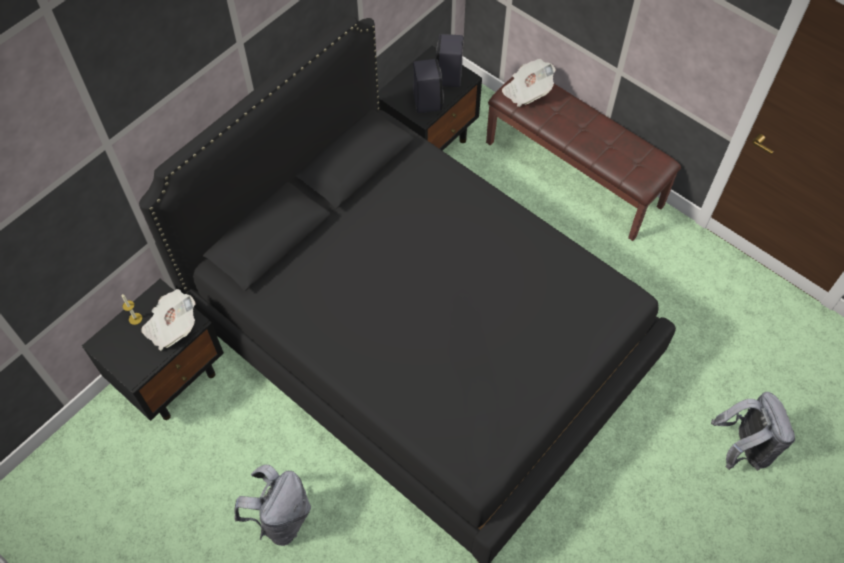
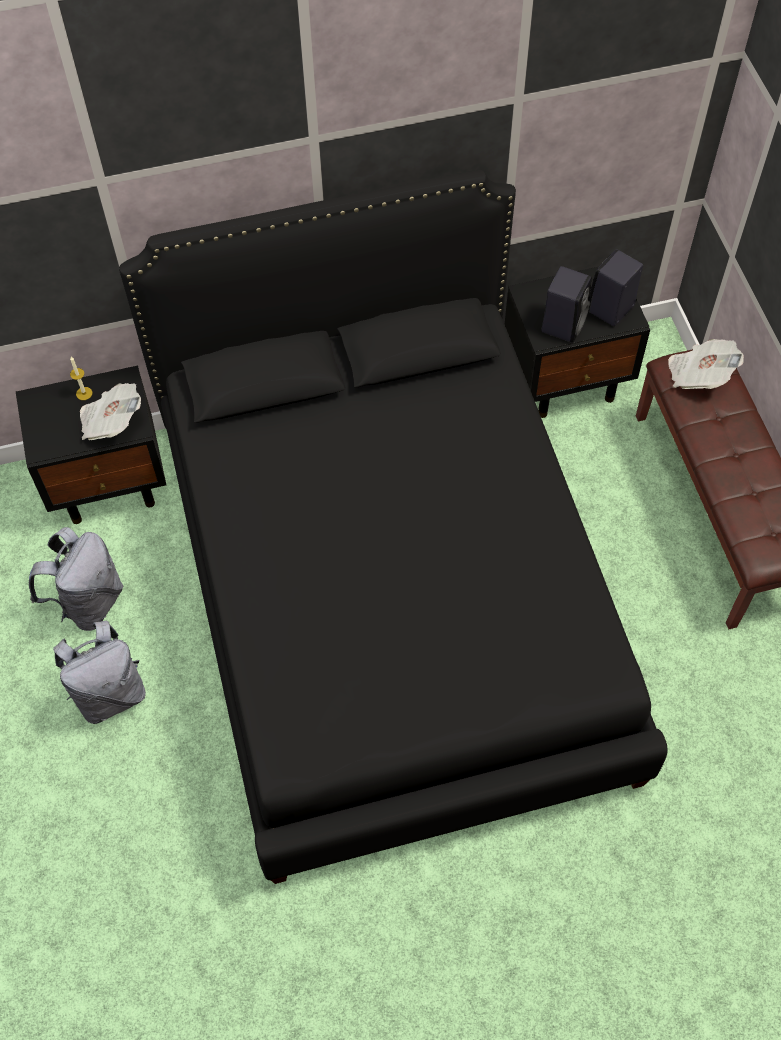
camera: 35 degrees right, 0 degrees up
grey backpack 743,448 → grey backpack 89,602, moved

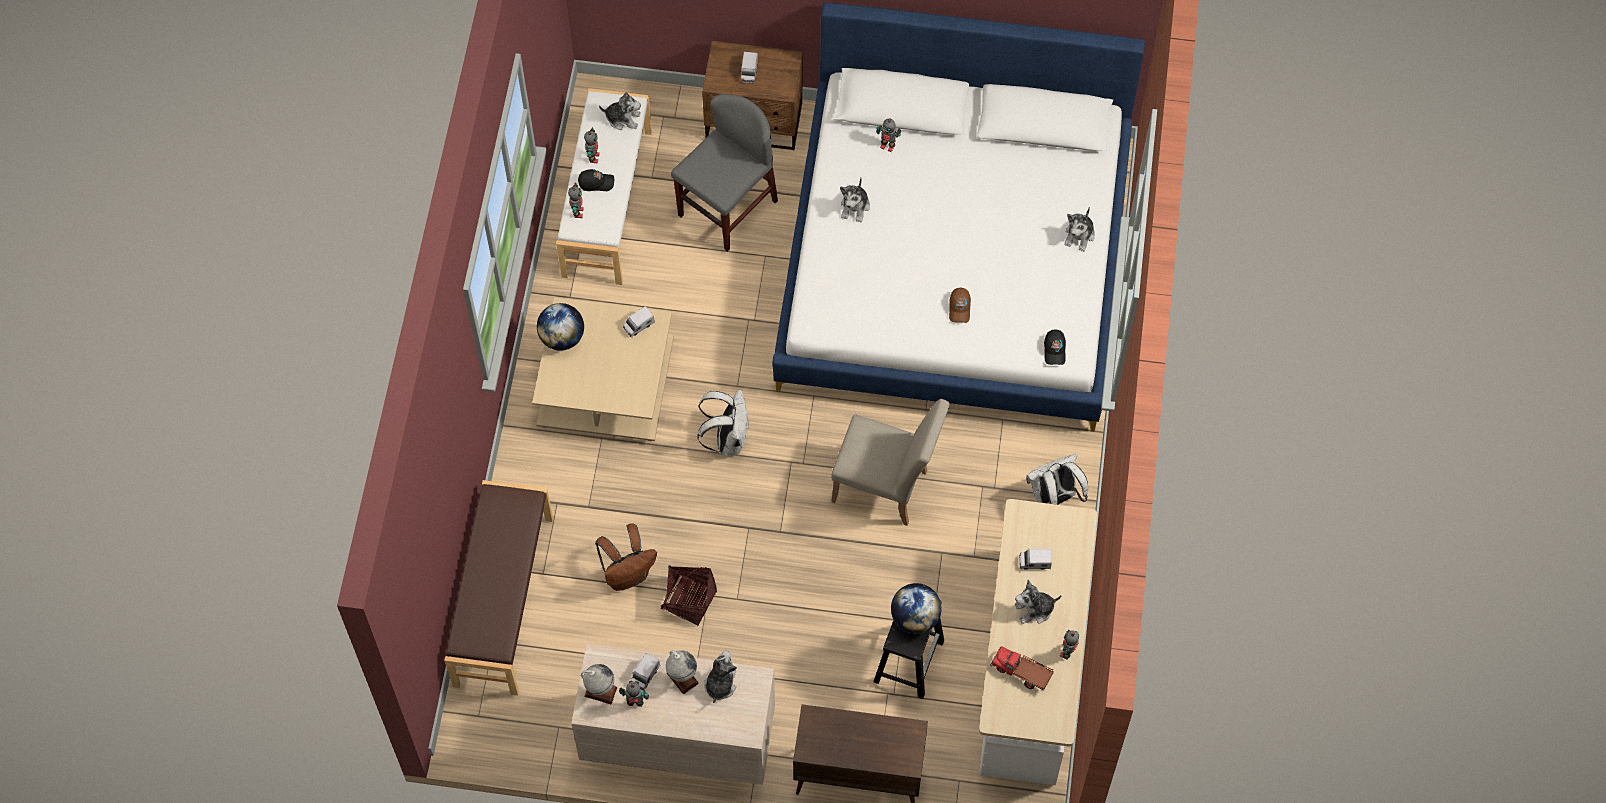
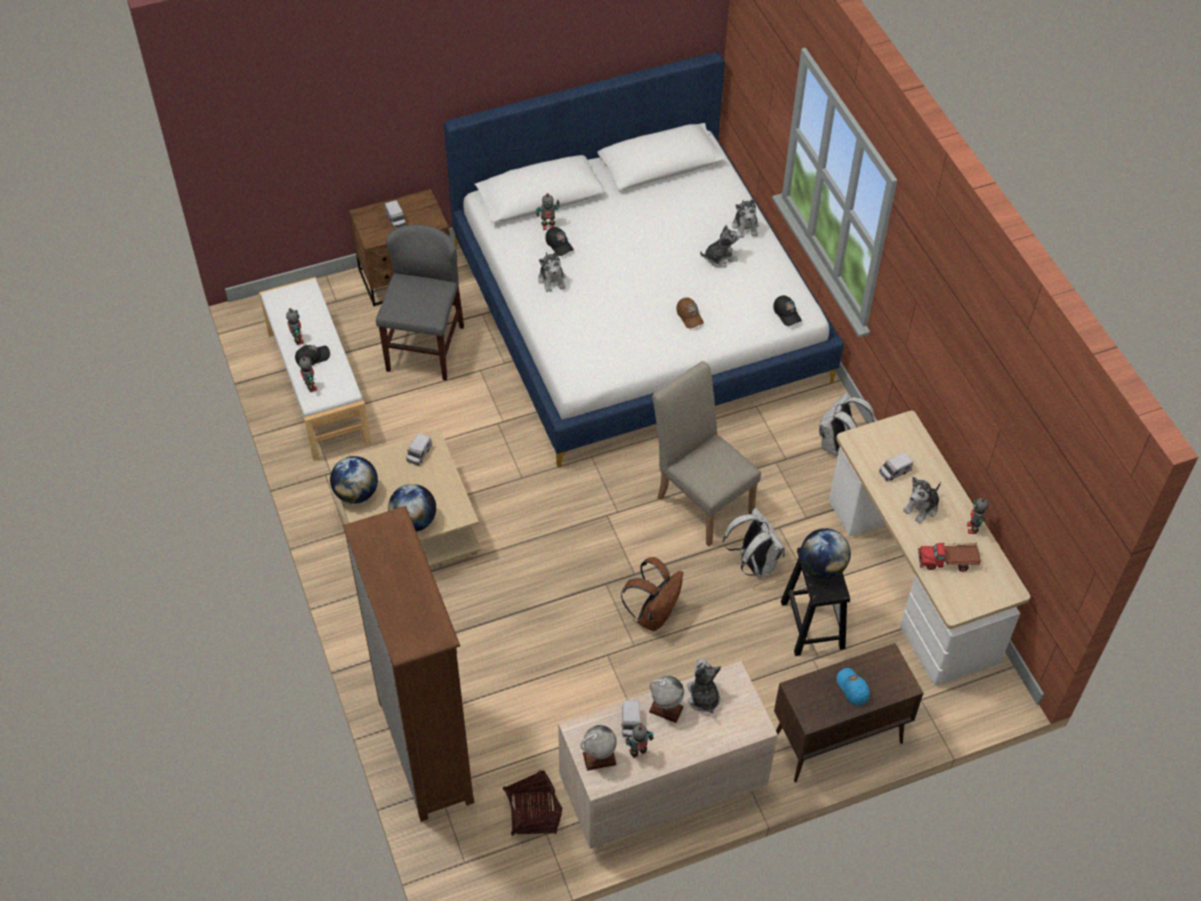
camera: 30 degrees left, 10 degrees down
brown bench 502,601 → brown bookcase 425,749
brown backpack 628,575 → brown backpack 654,614, moved
plush toy 623,118 → plush toy 720,257, moved
basket 688,600 → basket 533,814, moved
white backpack 727,439 → white backpack 753,563, moved
beige chair 887,489 → beige chair 701,500, 120 degrees counterclockwise
- → globe 414,521
- → black cap 559,245
- → blue cap 852,688

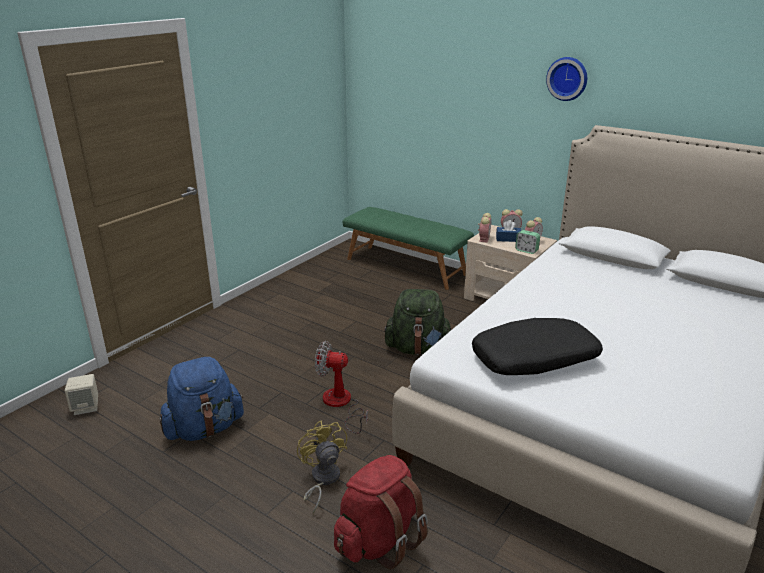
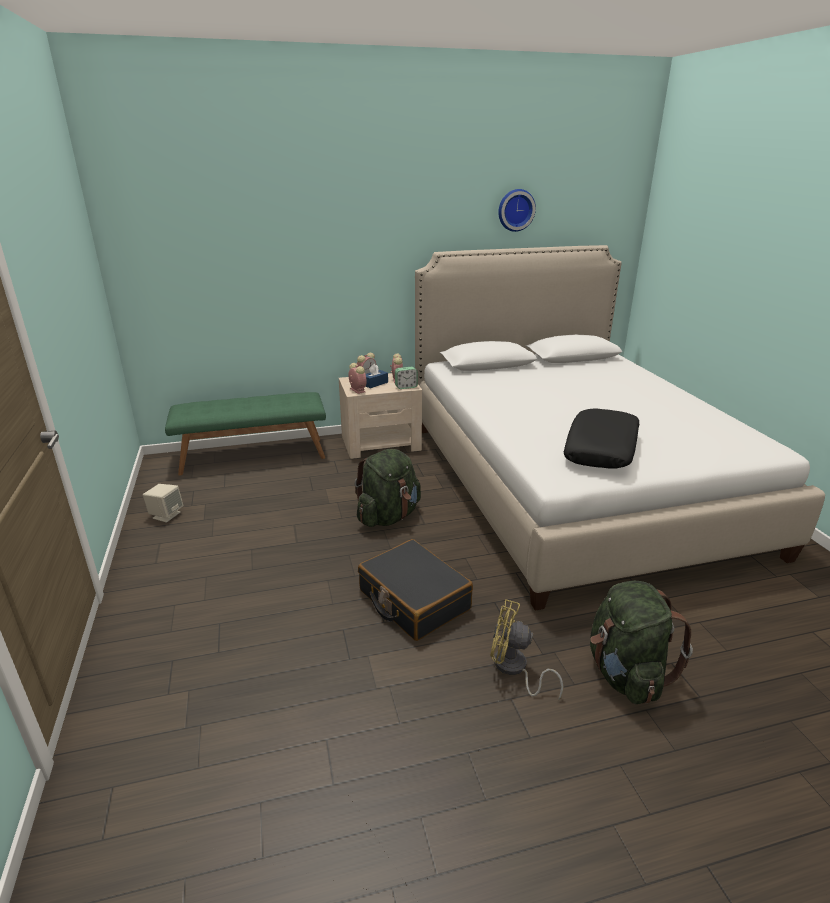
camera: 50 degrees left, 0 degrees up
beige speaker 86,407 → beige speaker 166,515, moved
blue backpack 205,429 → -
fan 341,404 → black suitcase 413,600
red backpack 379,540 → green backpack 625,674
wall clock 568,78 → wall clock 515,210, moved

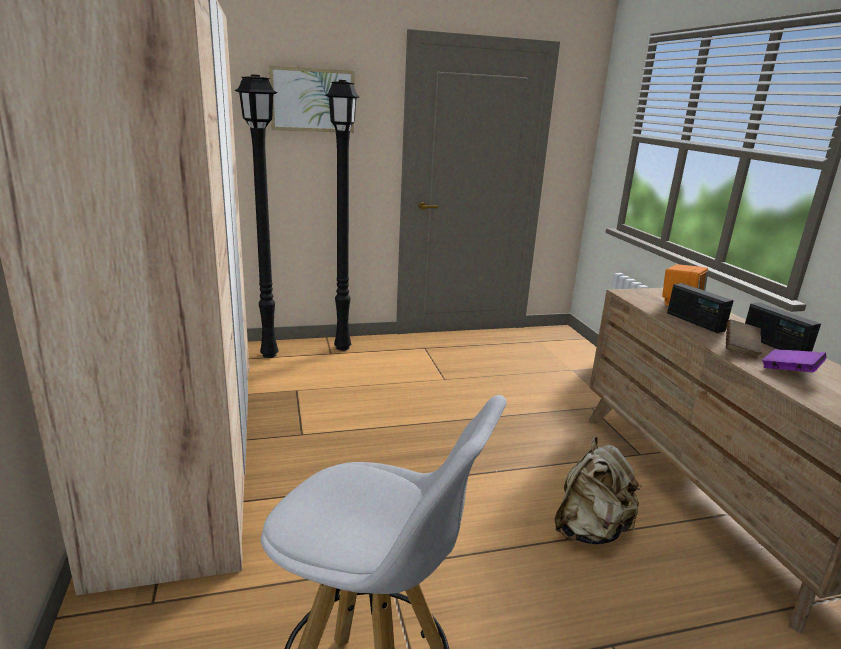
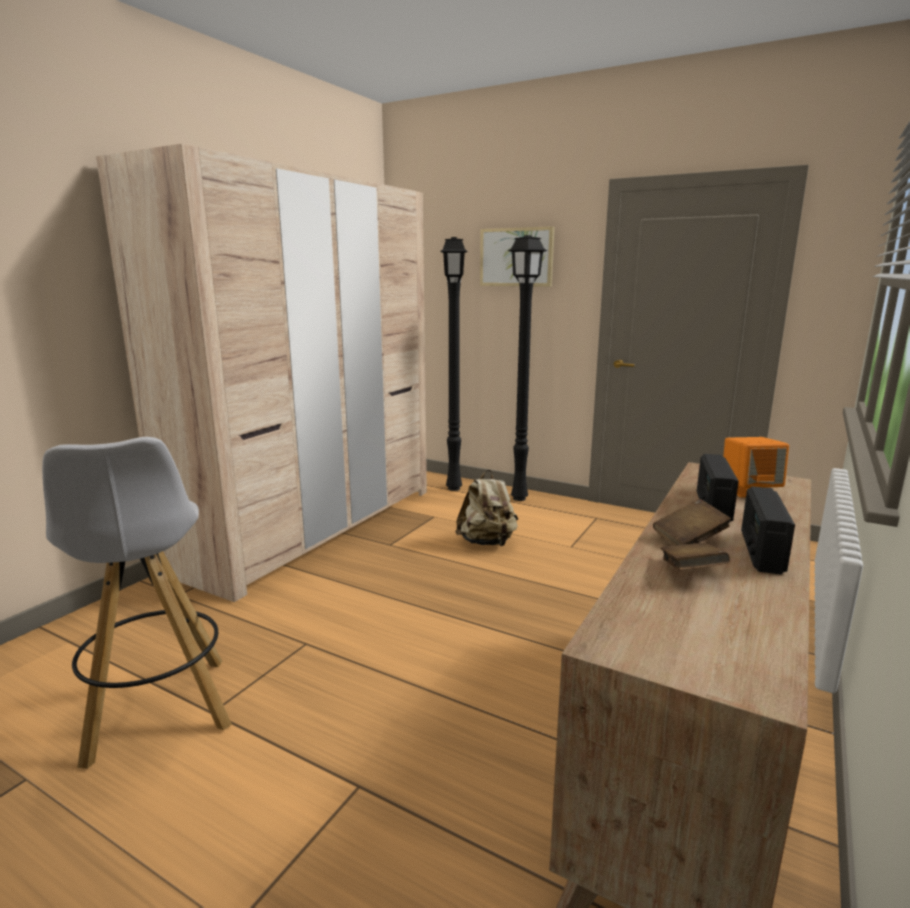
camera: 45 degrees right, 5 degrees down
beige backpack 590,530 → beige backpack 487,542, moved
purple book 790,371 → brown book 690,572

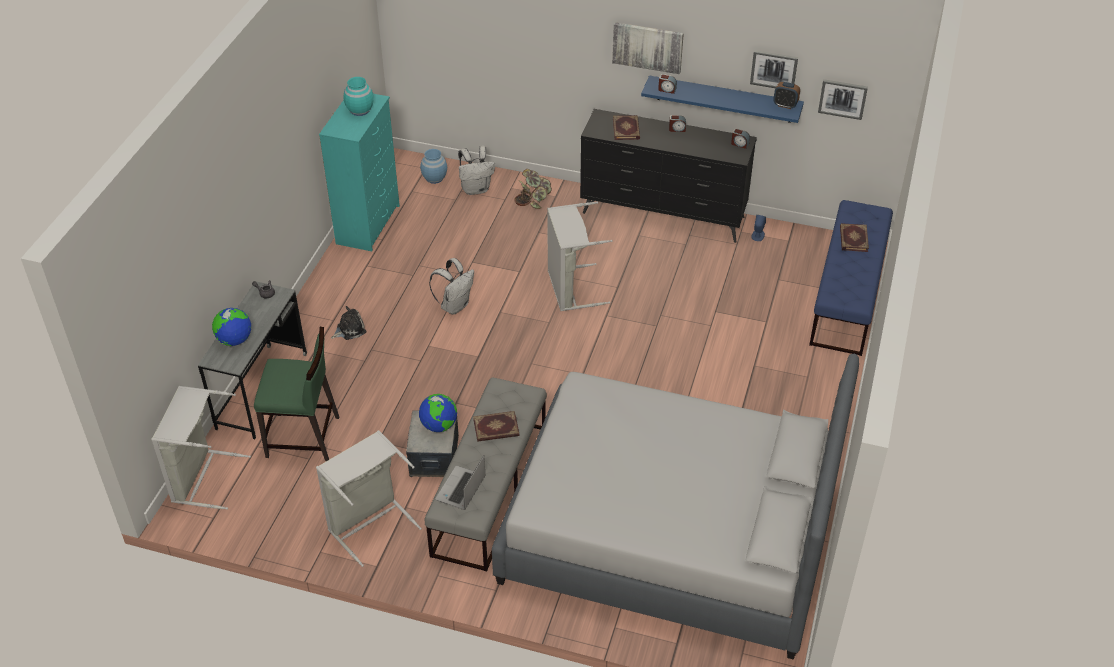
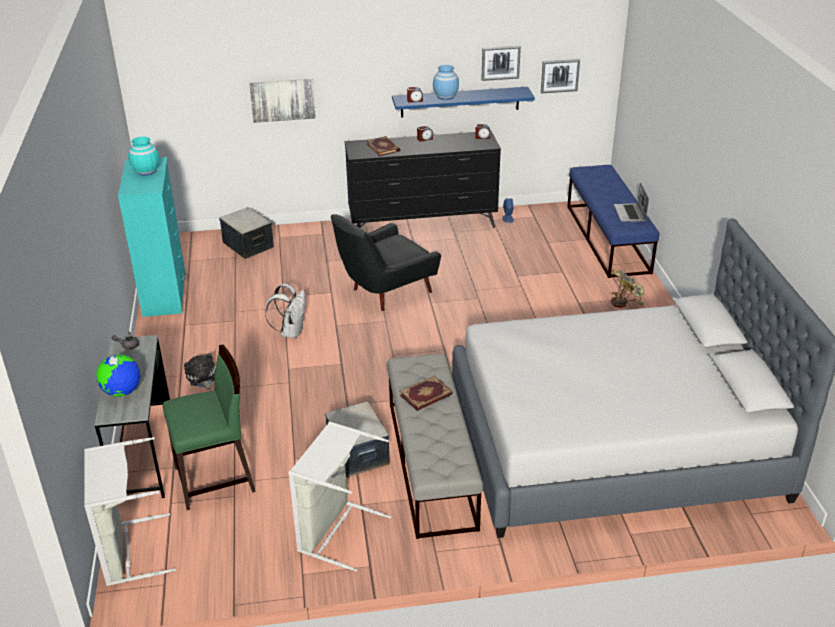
camera: 25 degrees left, 10 degrees down
plush toy 349,329 → plush toy 202,378, 60 degrees counterclockwise
globe 439,425 → -
blue vase 434,178 → blue vase 445,97, moved
laptop 461,489 → laptop 630,214, moved
white backpack 476,189 → storage box 248,245
potted plant 533,199 → potted plant 626,299, moved
grey laundry basket 570,289 → black armchair 385,292
picture 647,47 → picture 282,100, moved
alarm clock 785,105 → -
book 853,239 → -

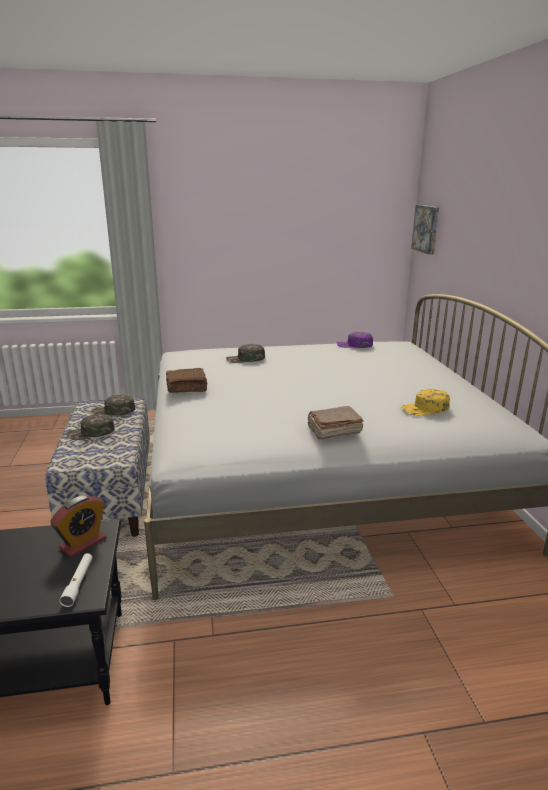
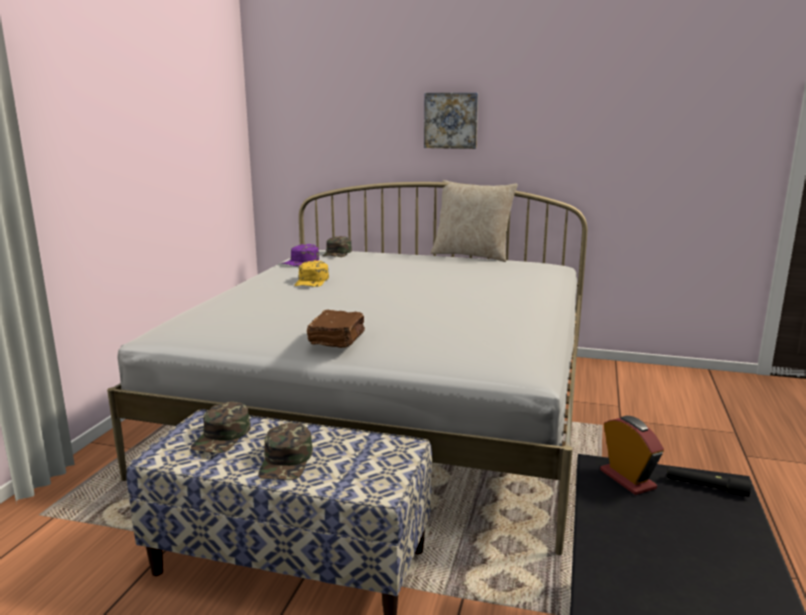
camera: 65 degrees left, 5 degrees down
white flashlight 78,583 → black flashlight 706,487
green cap 245,359 → green cap 337,253, moved
brown book 333,431 → -
yellow cap 425,409 → yellow cap 312,281, moved
picture 427,229 → picture 451,120, moved
- → beige pillow 472,255

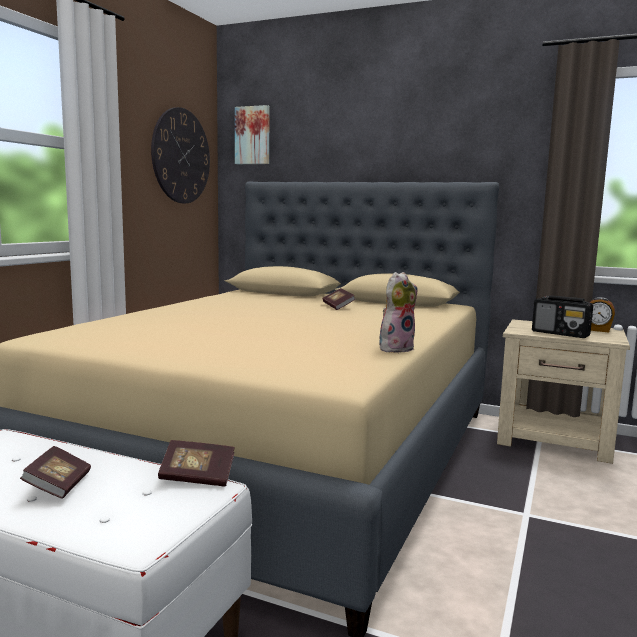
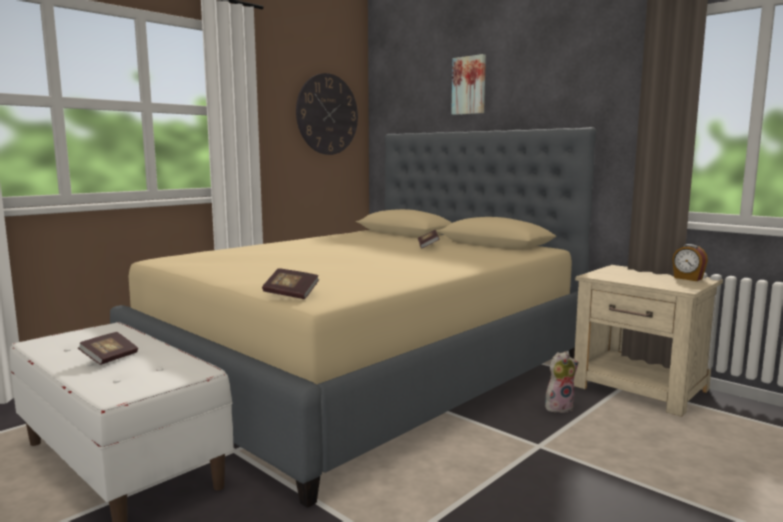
camera: 20 degrees right, 0 degrees up
book 197,477 → book 291,294, moved
picture 253,135 → picture 469,85, moved
plush toy 395,348 → plush toy 559,407, moved
radio 561,334 → -

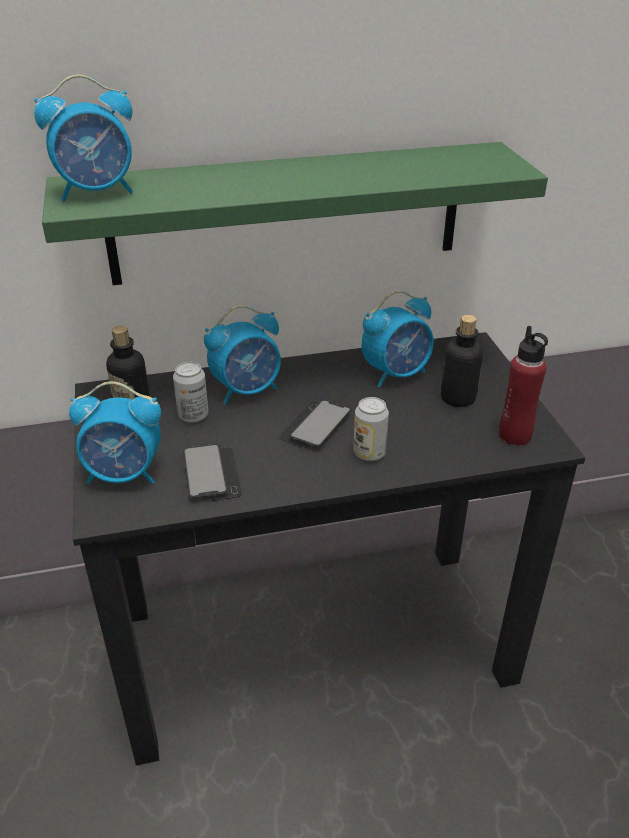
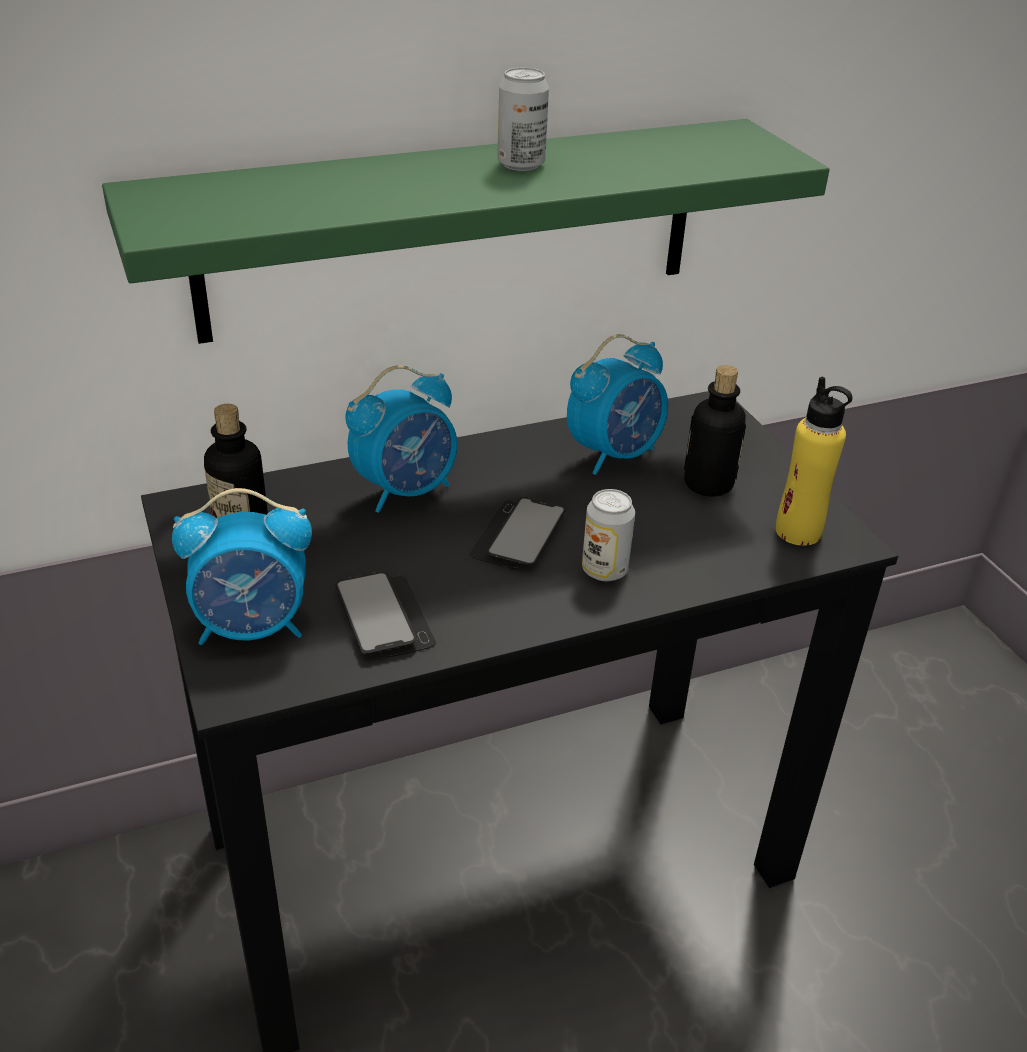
camera: 10 degrees left, 0 degrees up
alarm clock 98,192 → -
can 193,415 → can 521,164, moved
red bottle 515,435 → yellow bottle 798,531

